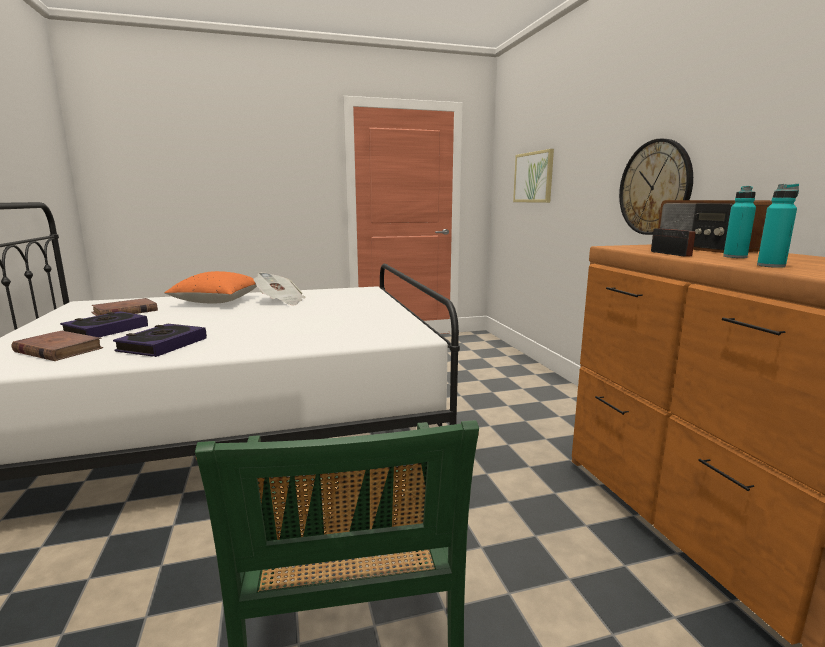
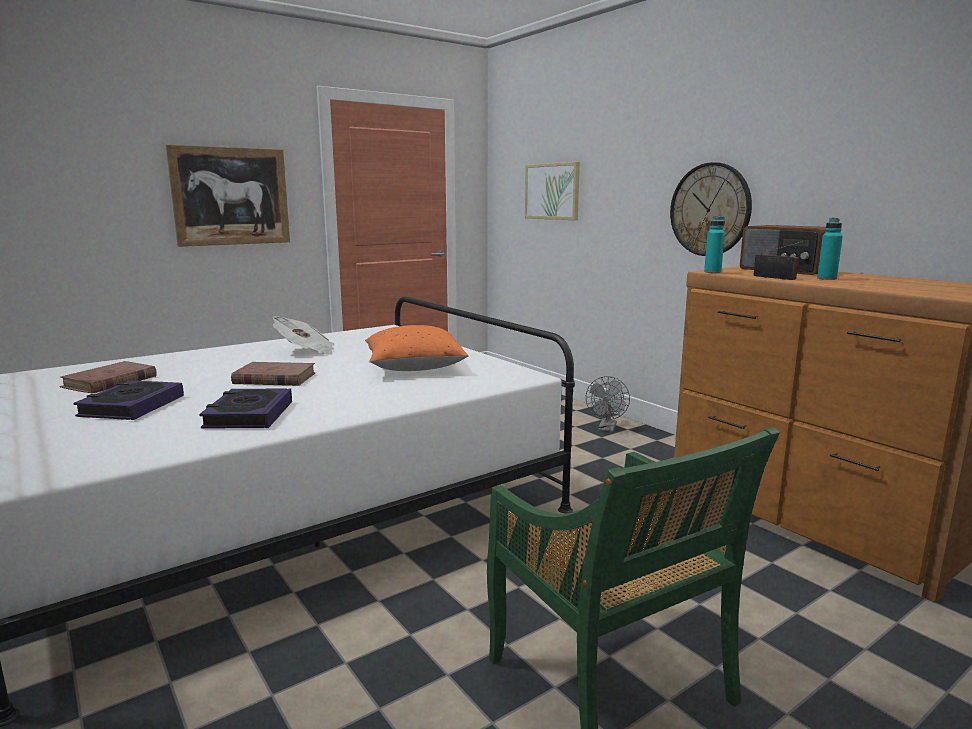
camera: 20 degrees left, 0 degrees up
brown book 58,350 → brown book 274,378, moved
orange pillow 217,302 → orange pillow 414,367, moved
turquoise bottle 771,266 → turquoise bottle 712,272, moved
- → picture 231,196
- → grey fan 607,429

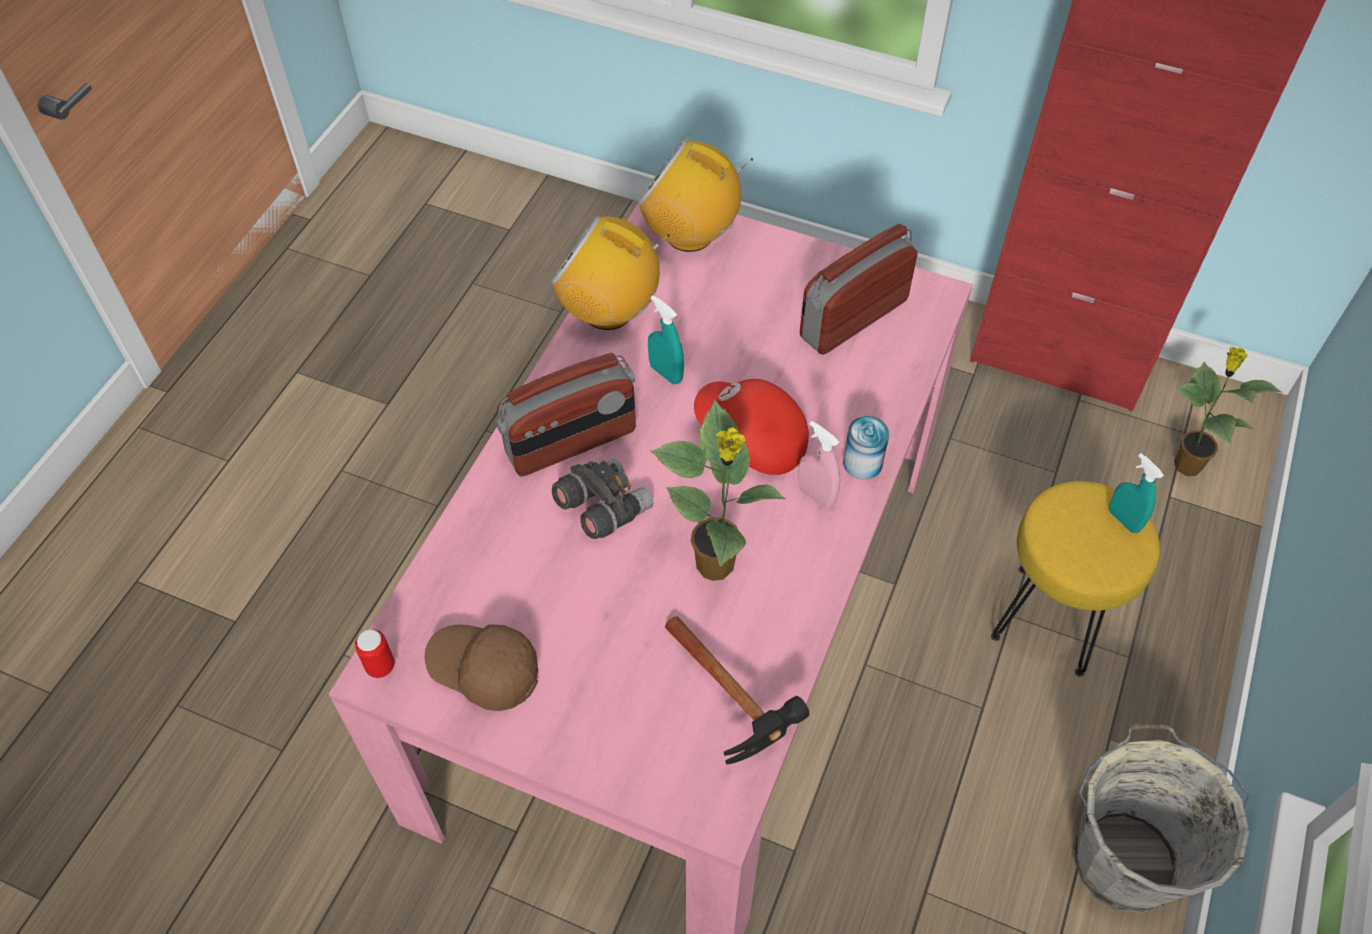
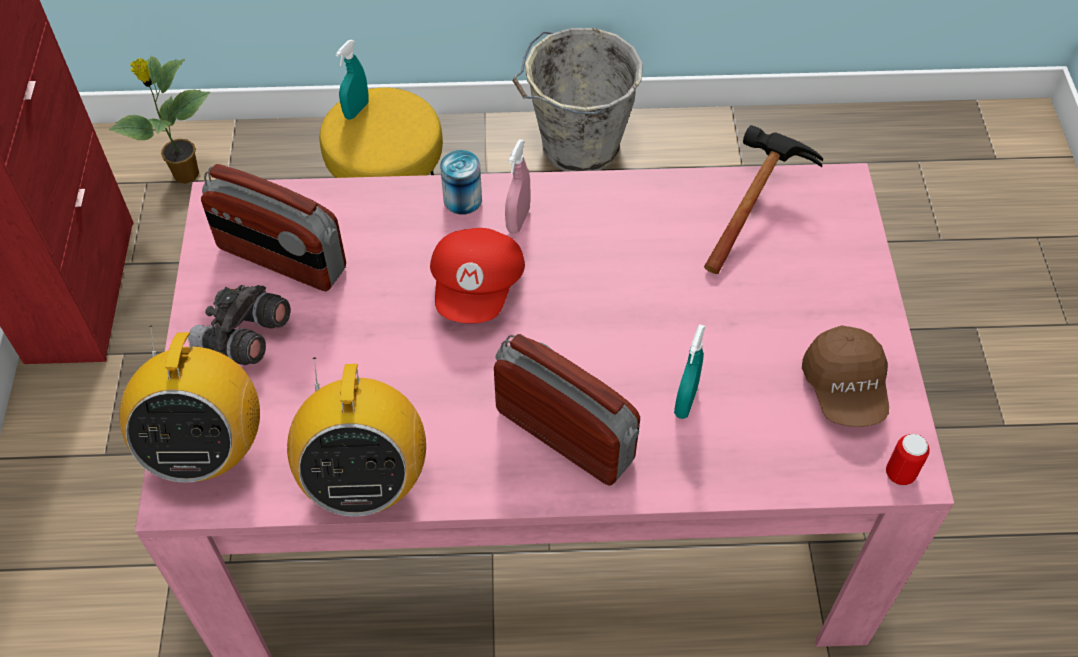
camera: 115 degrees left, 0 degrees up
grey binoculars 602,508 → grey binoculars 244,338, moved
turquoise spray bottle 666,373 → turquoise spray bottle 685,402, moved
potted plant 717,566 → -

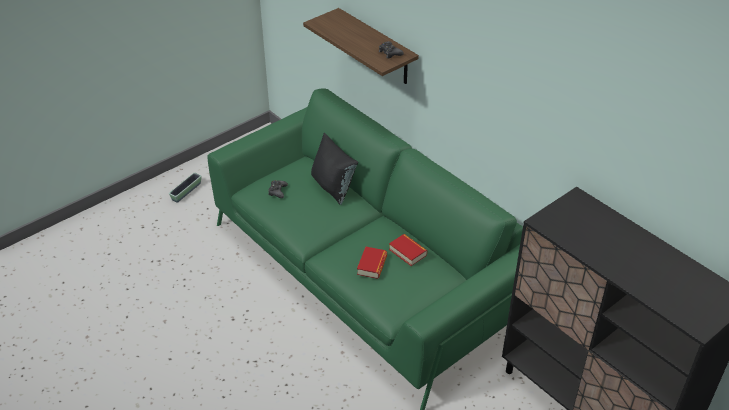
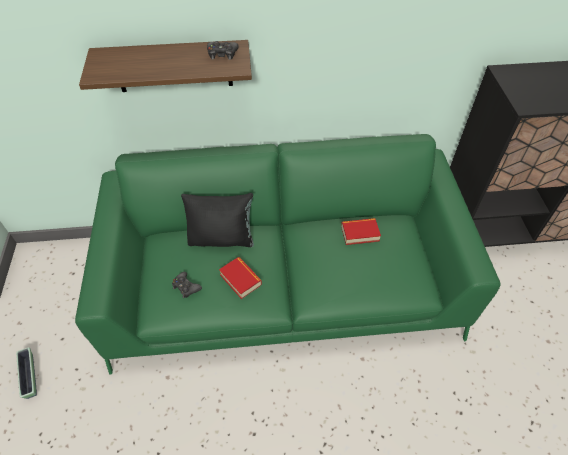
camera: 55 degrees left, 10 degrees up
book 372,265 → book 240,279, moved

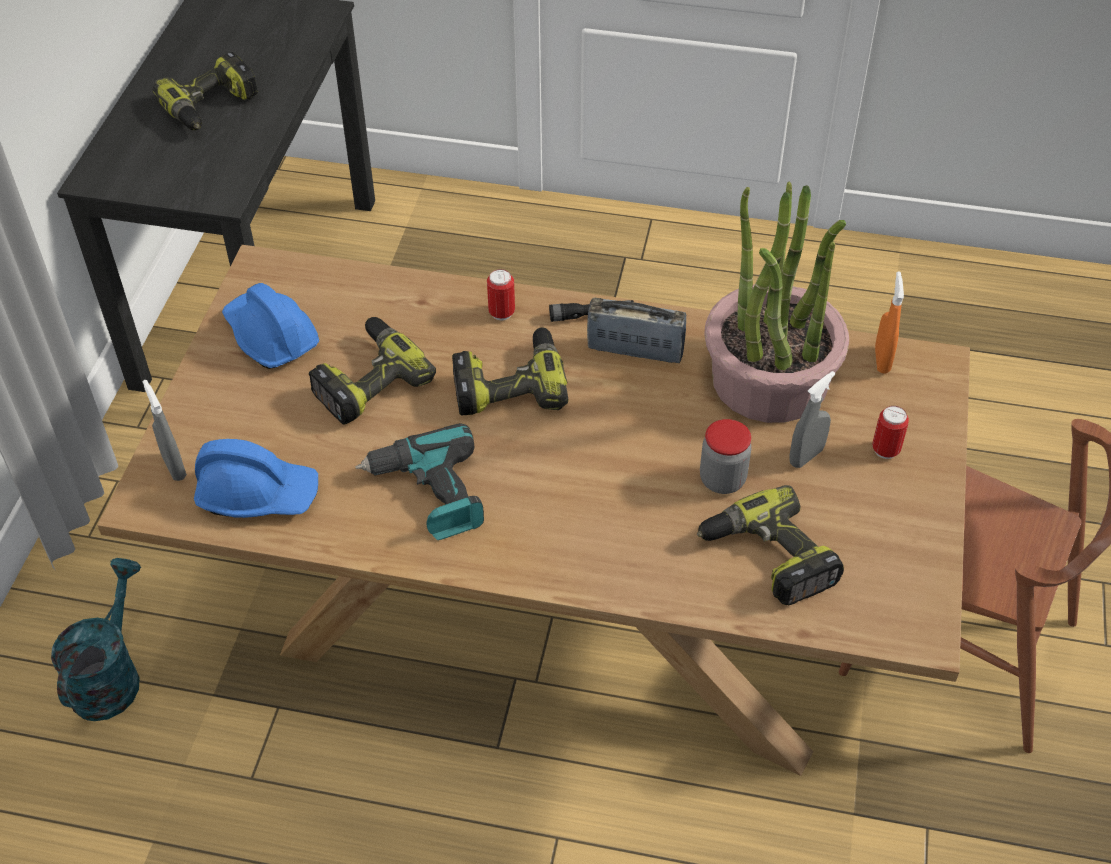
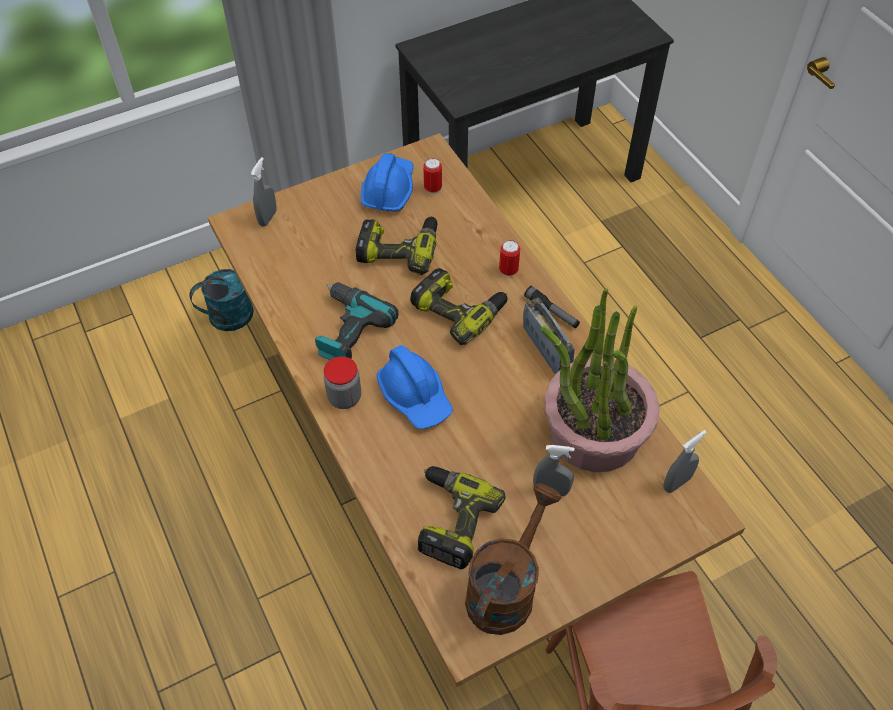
camera: 50 degrees right, 5 degrees up
power drill 211,107 → -
blue hard hat 258,493 → blue hard hat 415,396, moved
jar 722,480 → jar 344,397, moved
can 885,450 → can 433,188, moved
orange spray bottle 882,360 → grey spray bottle 676,483
- → brown watering can 505,587

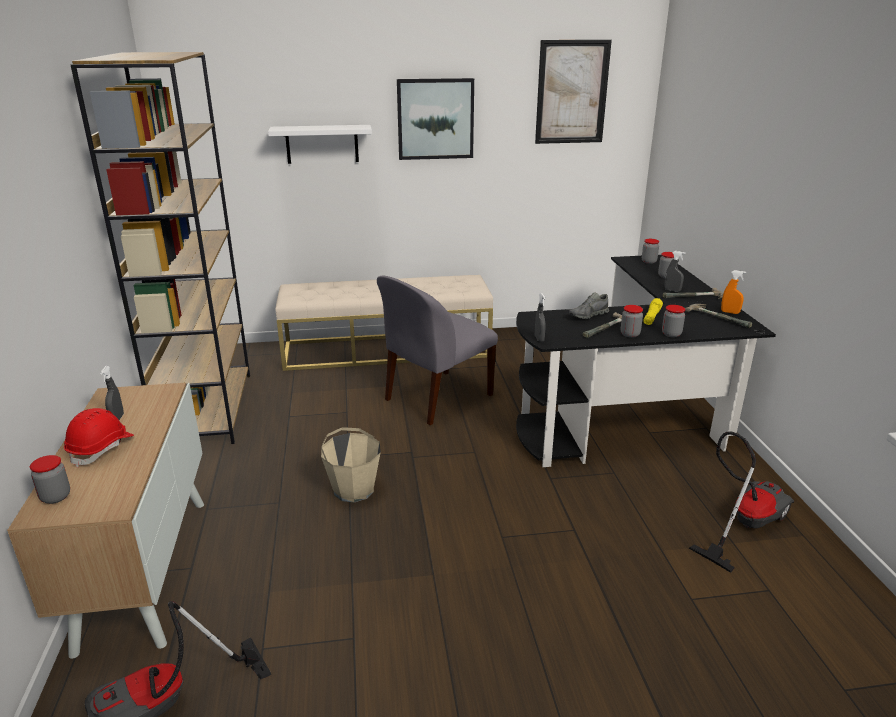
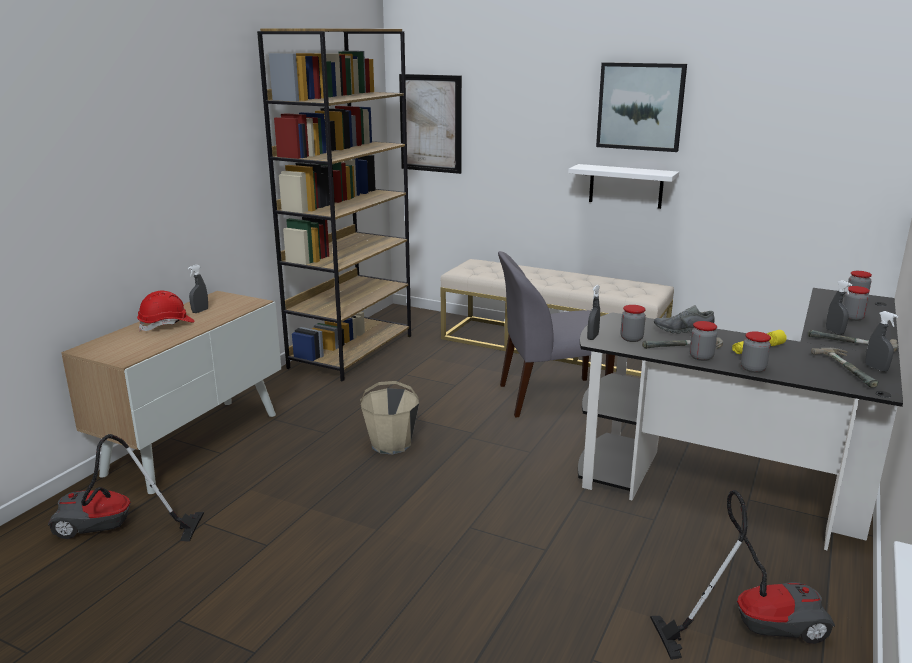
camera: 35 degrees right, 5 degrees down
jar 55,497 → jar 631,339, moved
white shelf 322,144 → white shelf 626,186, moved
picture 572,92 → picture 430,123, moved
orange spray bottle 730,312 → grey spray bottle 876,368

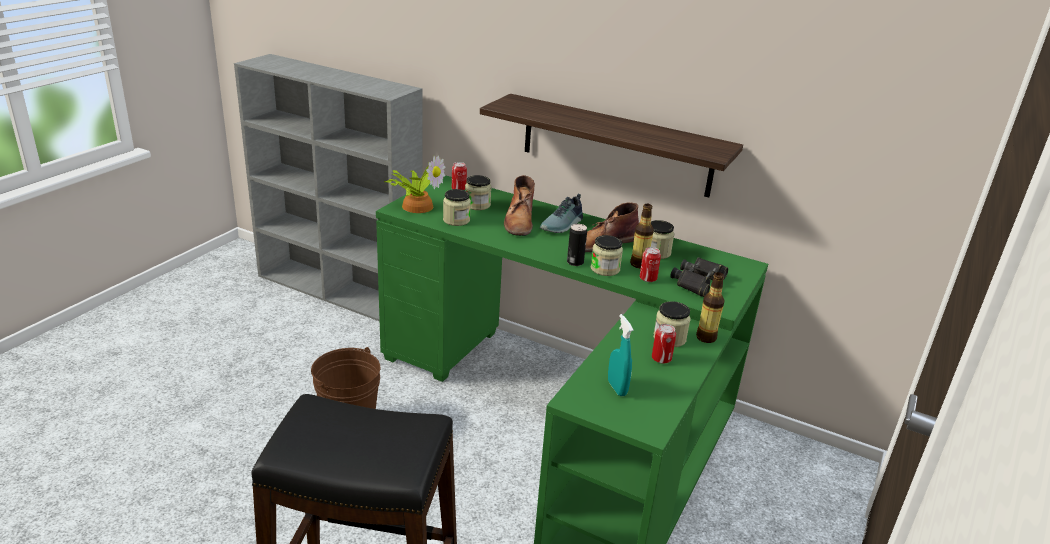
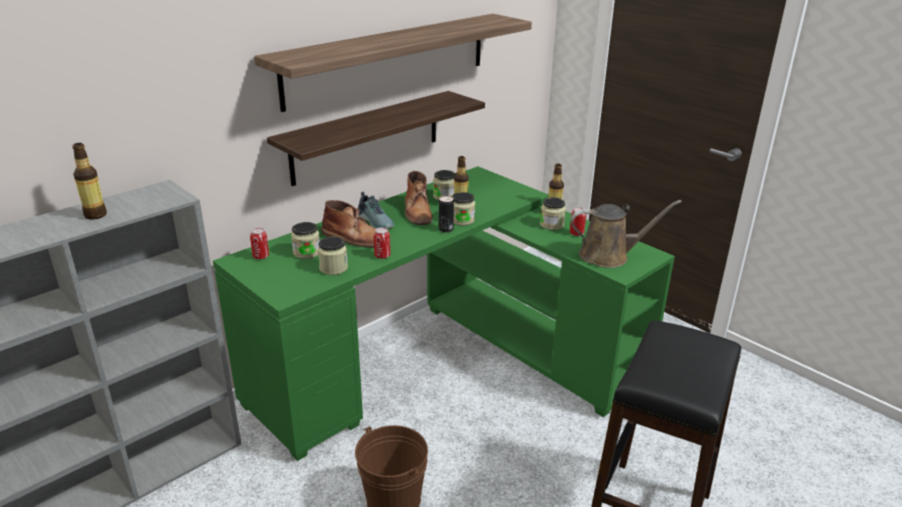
camera: 70 degrees left, 0 degrees up
potted plant 417,205 → -
turquoise spray bottle 617,388 → brown watering can 609,256
can 648,279 → can 382,256, moved
black binoculars 698,282 → -
- → bottle 95,215
- → shelf 389,59

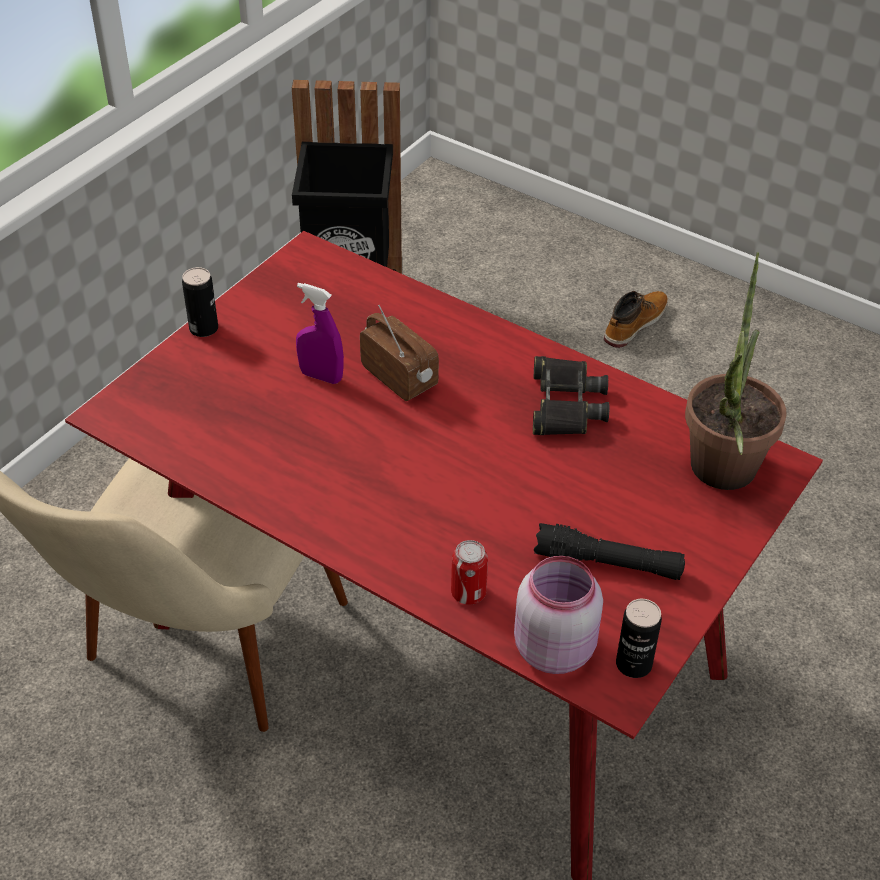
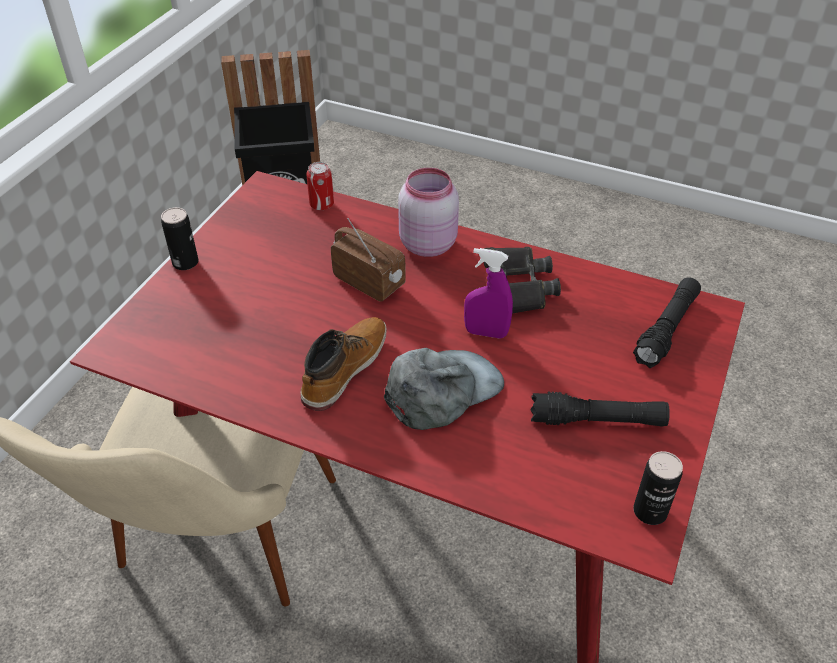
camera: 10 degrees left, 0 degrees up
purple spray bottle 321,376 → purple spray bottle 486,333, moved
can 468,593 → can 322,204, moved
pink jar 553,647 → pink jar 427,243, moved
boot 634,324 → boot 344,369, moved
potted plant 719,477 → black flashlight 666,329
- → grey cap 442,390

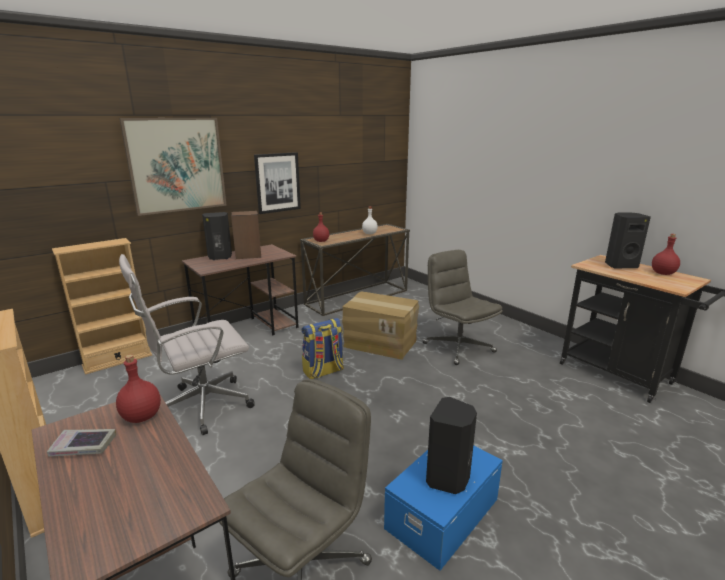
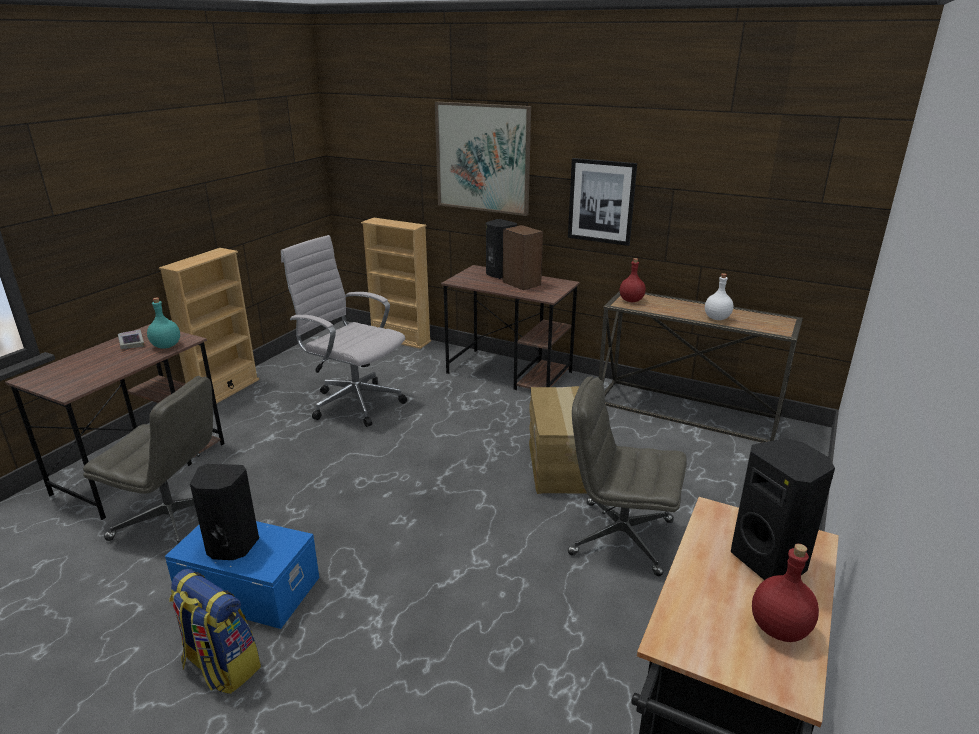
camera: 65 degrees right, 5 degrees up
red bottle 142,416 → turquoise bottle 167,346
backpack 323,372 → backpack 220,666, moved
grey office chair 457,347 → grey office chair 620,537, 105 degrees counterclockwise

